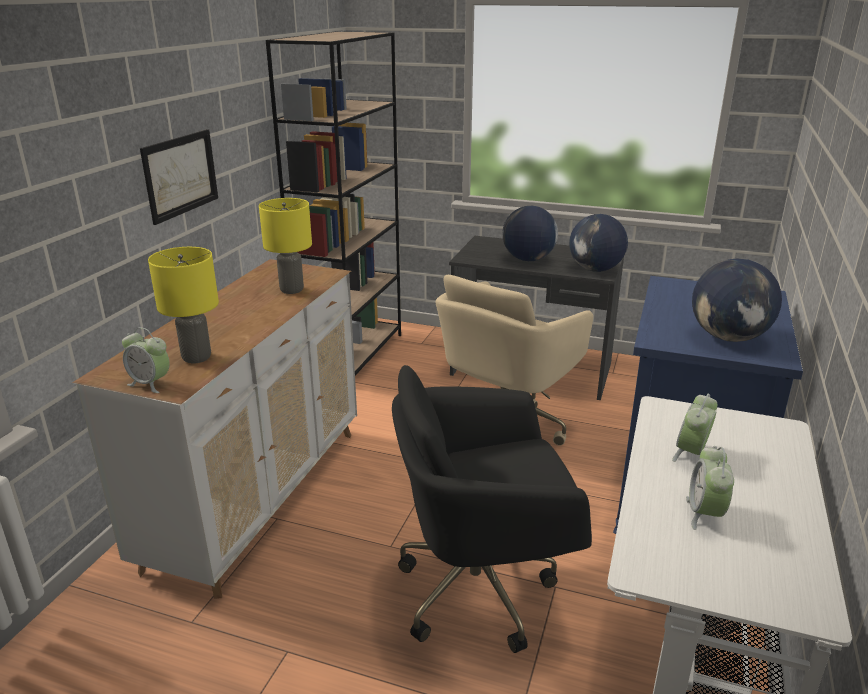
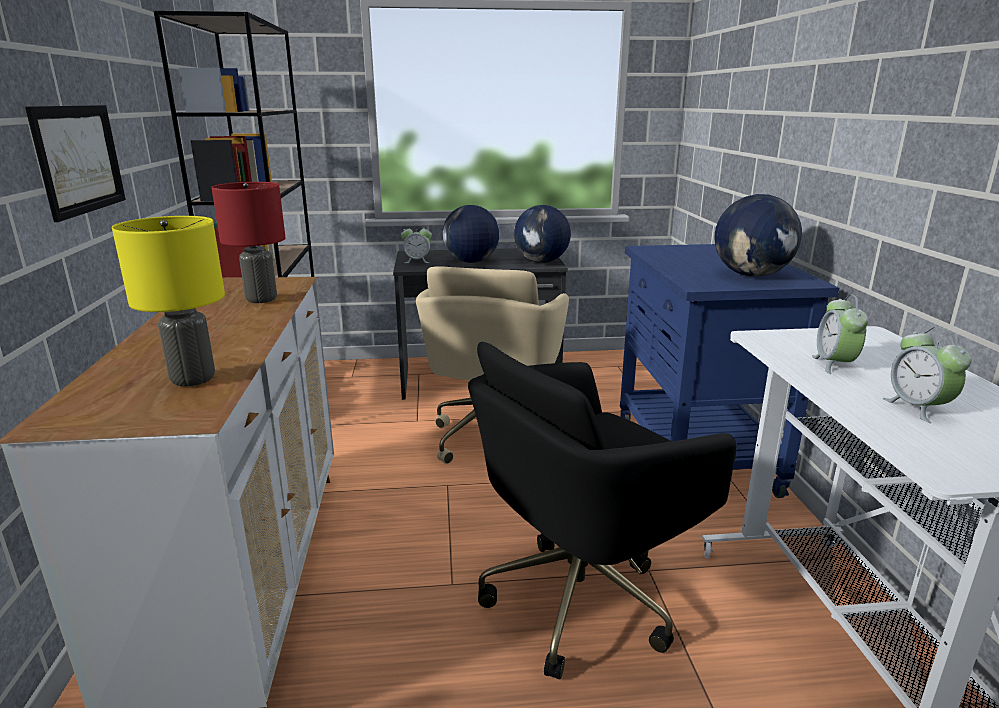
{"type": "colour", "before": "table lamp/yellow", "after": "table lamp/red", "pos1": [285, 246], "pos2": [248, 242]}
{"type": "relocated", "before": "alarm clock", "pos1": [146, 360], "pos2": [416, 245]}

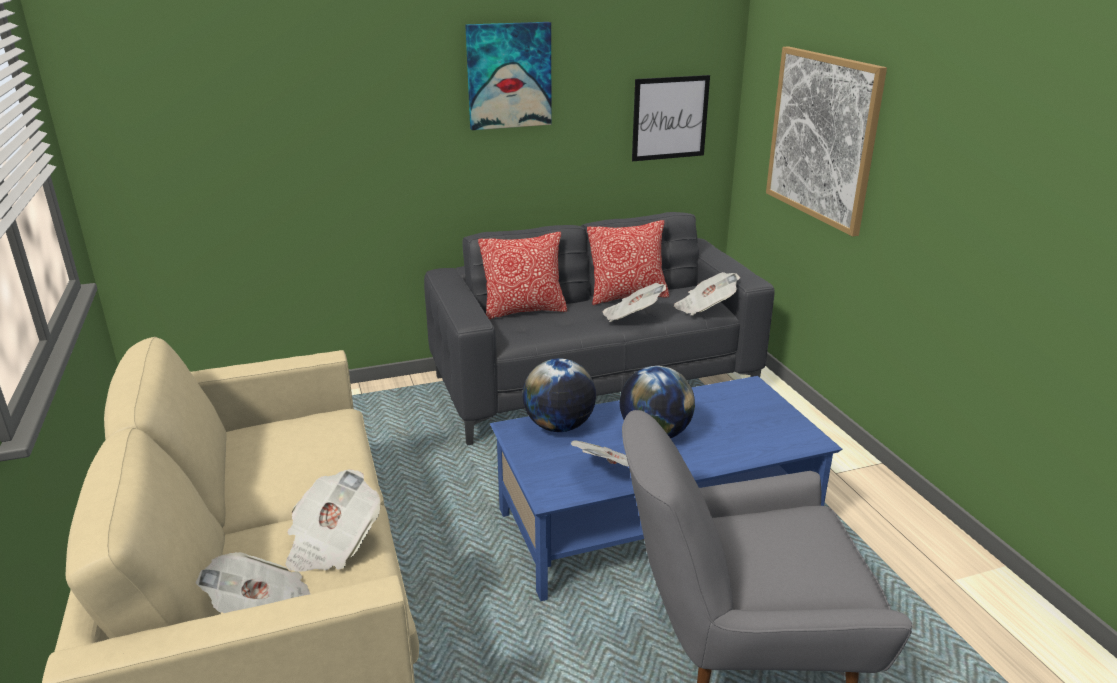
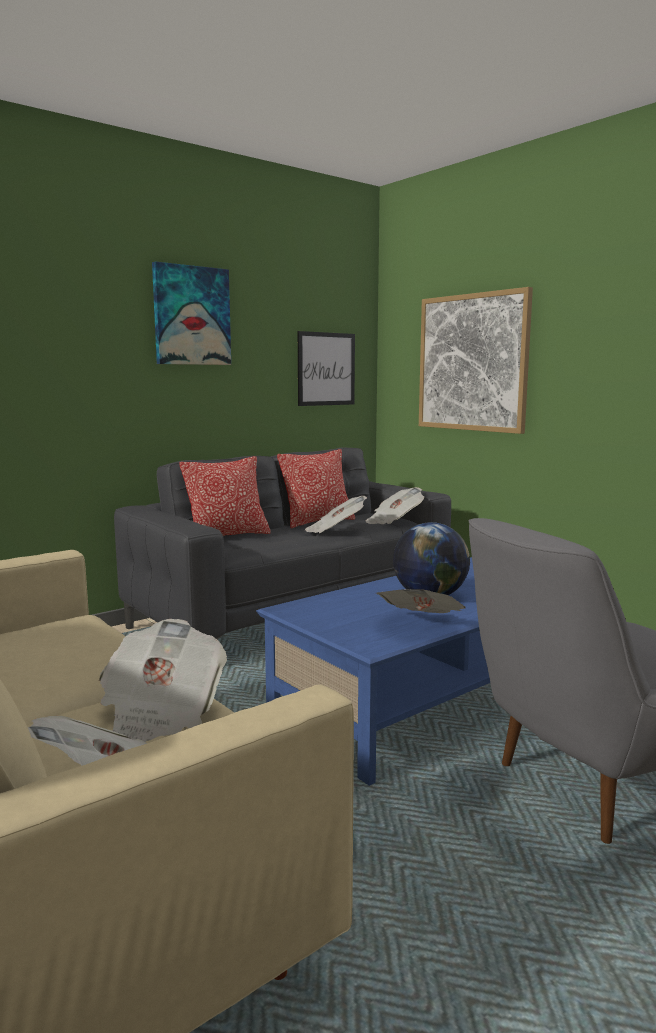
{"type": "missing", "before": "globe", "pos1": [559, 395]}

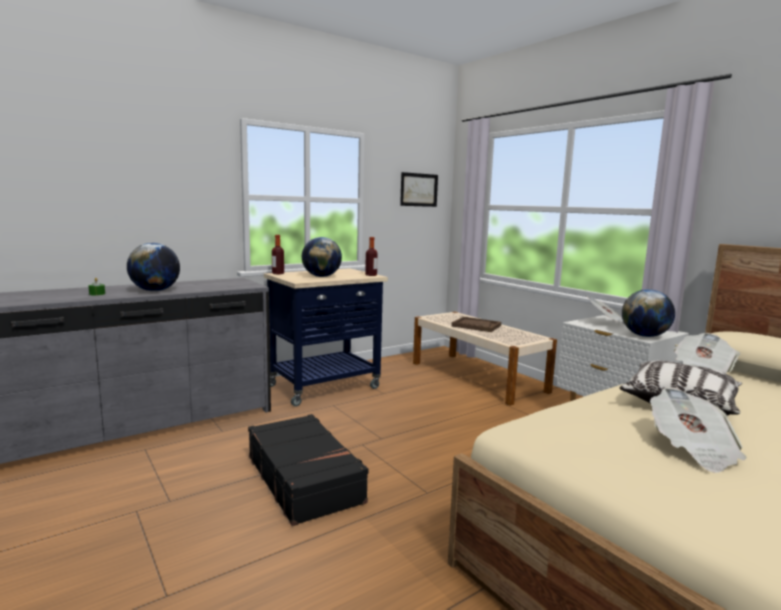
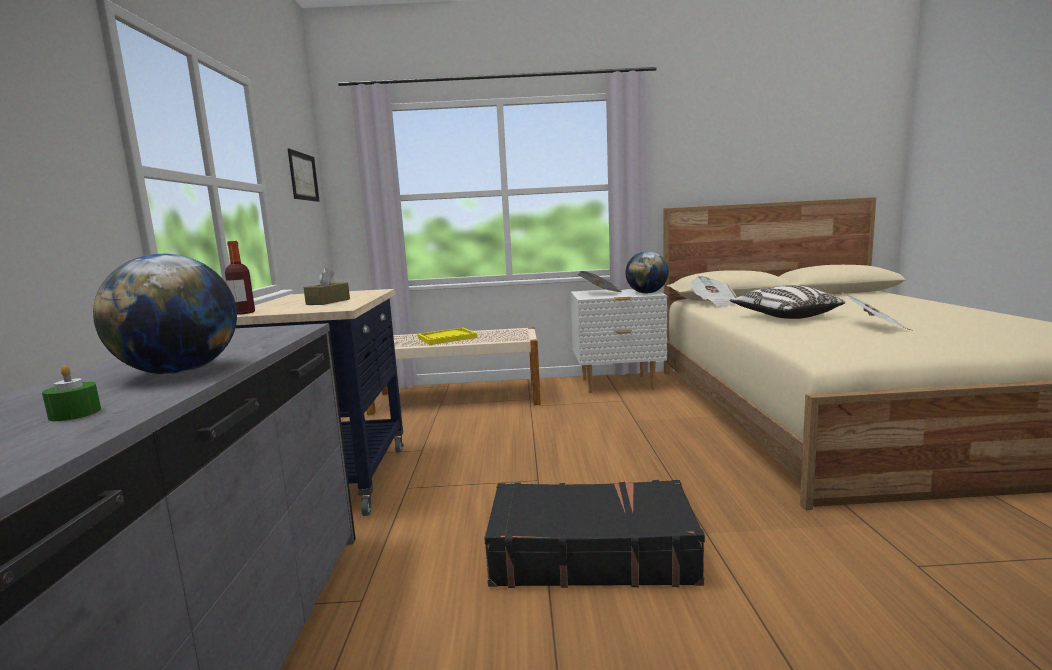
{"type": "exchanged", "before": "globe", "after": "tissue box/brown", "pos1": [322, 257], "pos2": [327, 286]}
{"type": "missing", "before": "bottle", "pos1": [371, 256]}
{"type": "colour", "before": "tray/brown", "after": "tray/yellow", "pos1": [476, 324], "pos2": [447, 336]}

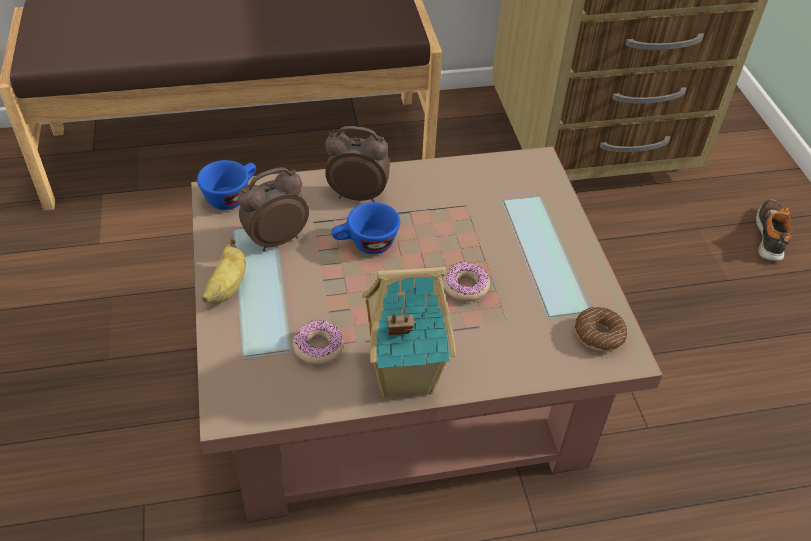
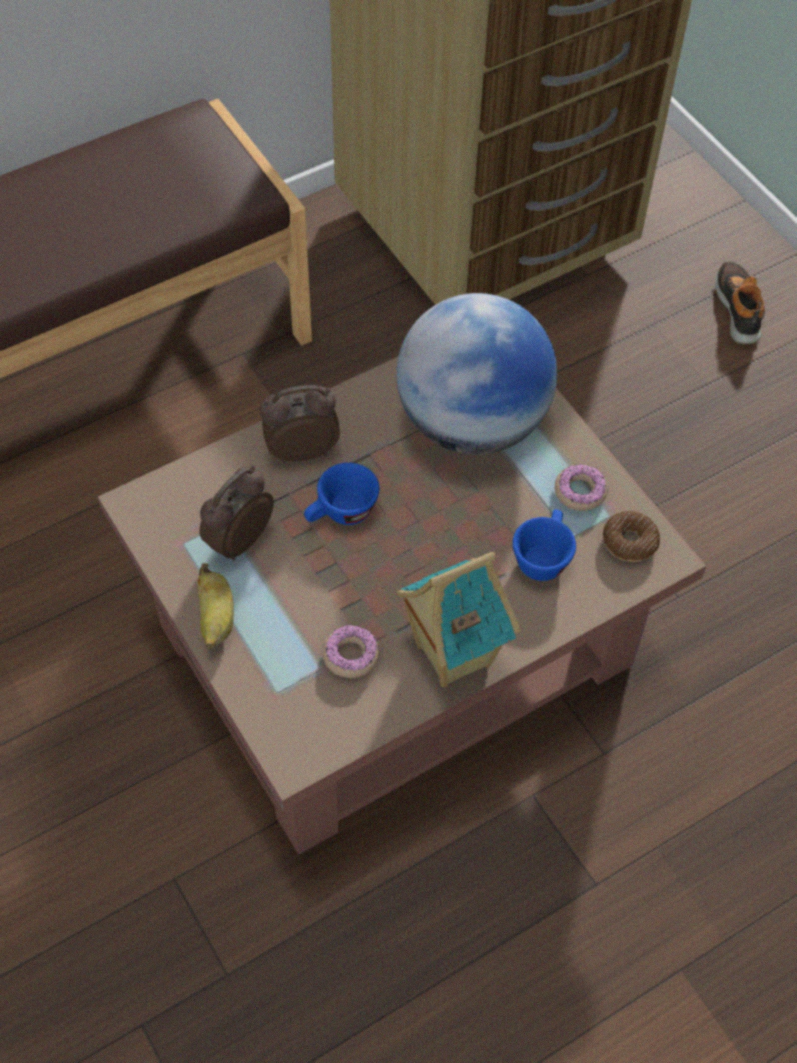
{"type": "relocated", "before": "cup/blue", "pos1": [226, 185], "pos2": [544, 545]}
{"type": "relocated", "before": "donut", "pos1": [466, 282], "pos2": [581, 487]}
{"type": "appeared", "after": "globe", "pos2": [476, 374]}

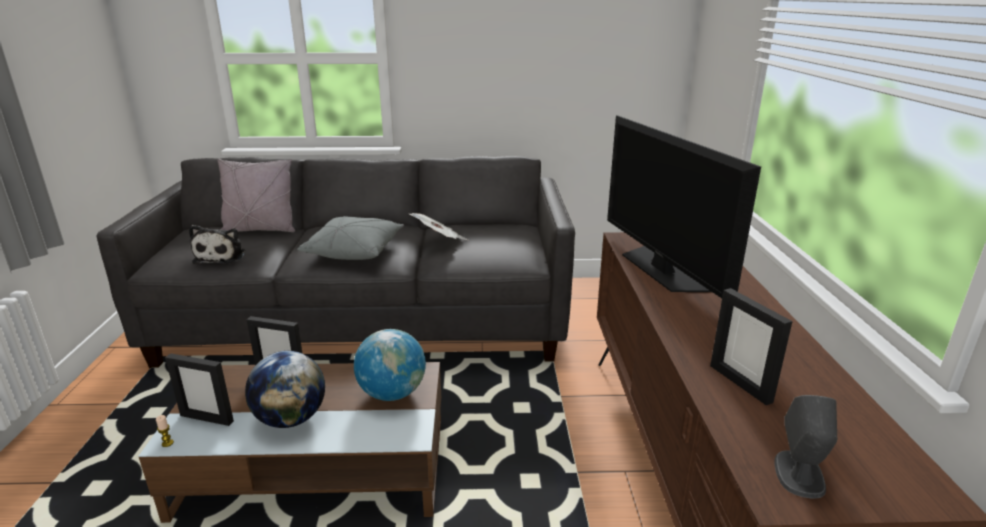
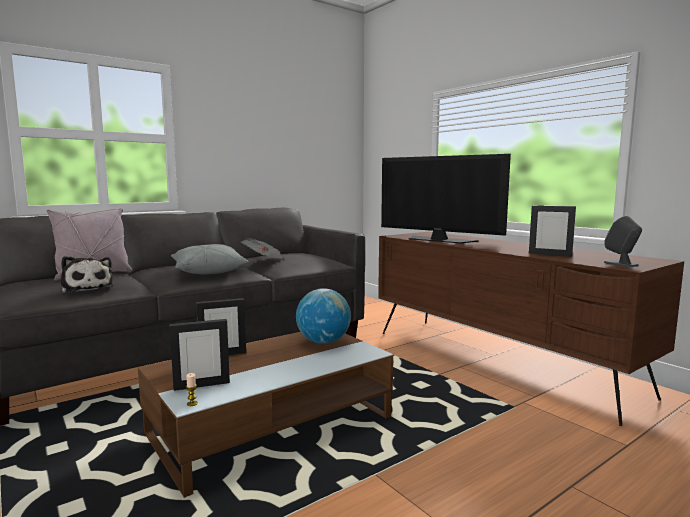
{"type": "missing", "before": "globe", "pos1": [285, 389]}

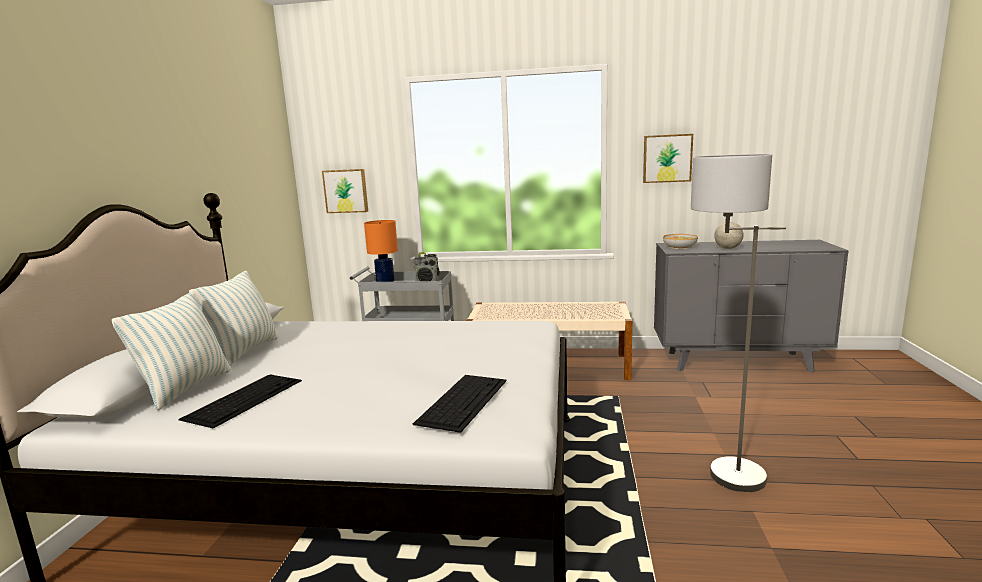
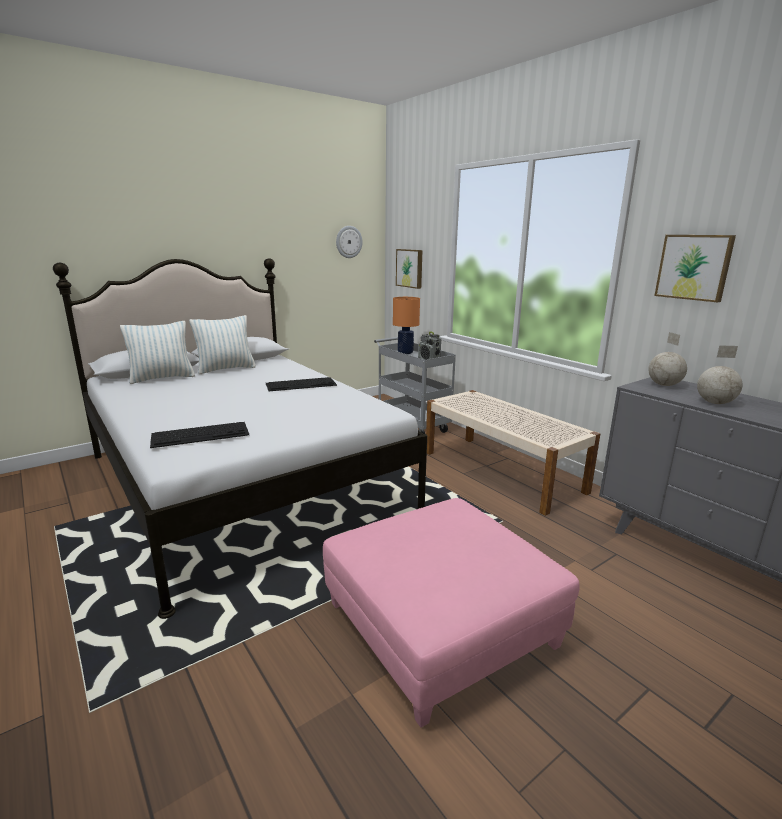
{"type": "exchanged", "before": "floor lamp/grey", "after": "ottoman/pink", "pos1": [738, 323], "pos2": [451, 613]}
{"type": "exchanged", "before": "bowl", "after": "globe", "pos1": [680, 241], "pos2": [667, 359]}
{"type": "relocated", "before": "keyboard", "pos1": [240, 401], "pos2": [301, 384]}
{"type": "appeared", "after": "wall clock", "pos2": [349, 242]}

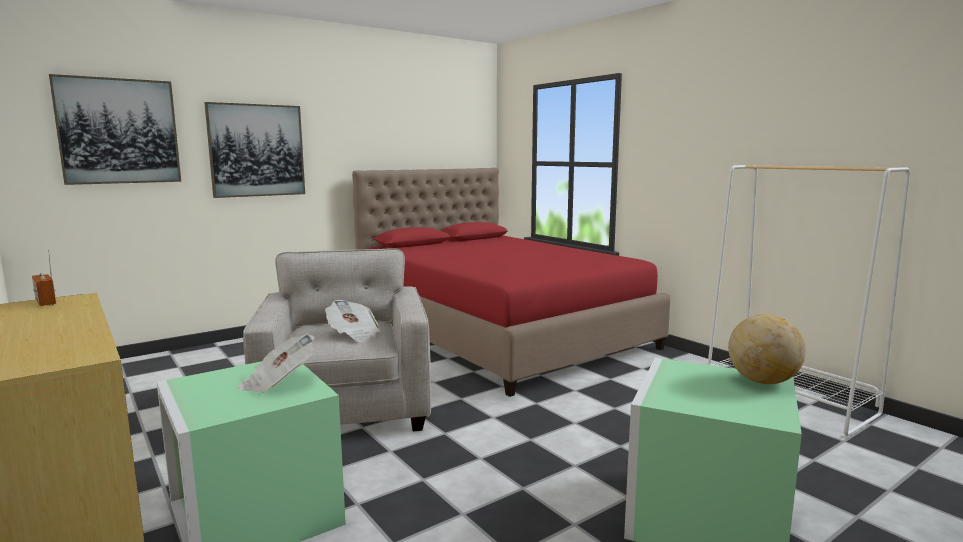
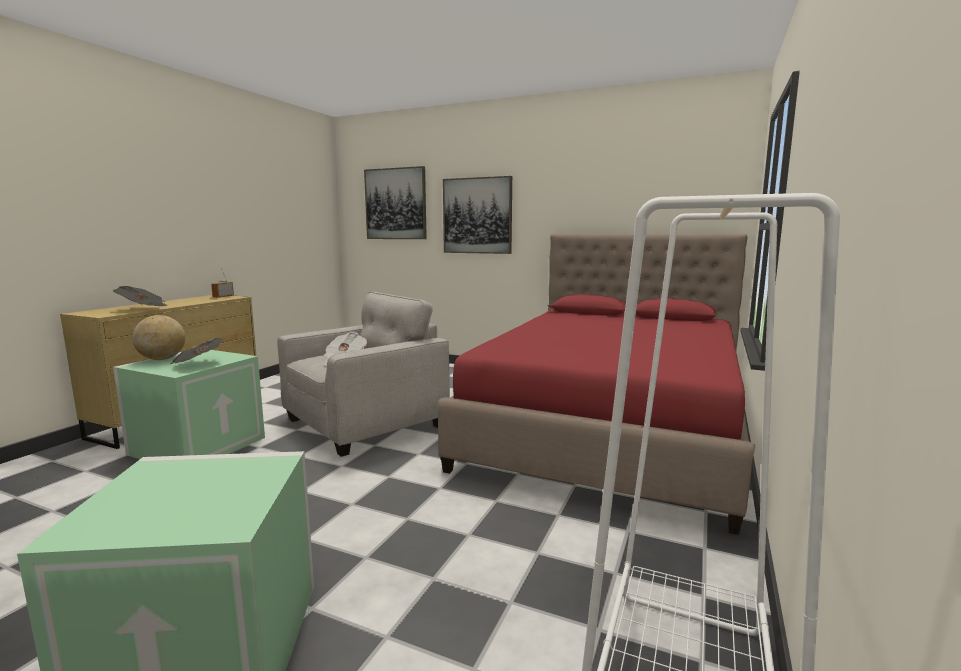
{"type": "relocated", "before": "globe", "pos1": [767, 349], "pos2": [158, 337]}
{"type": "appeared", "after": "newspaper", "pos2": [140, 296]}

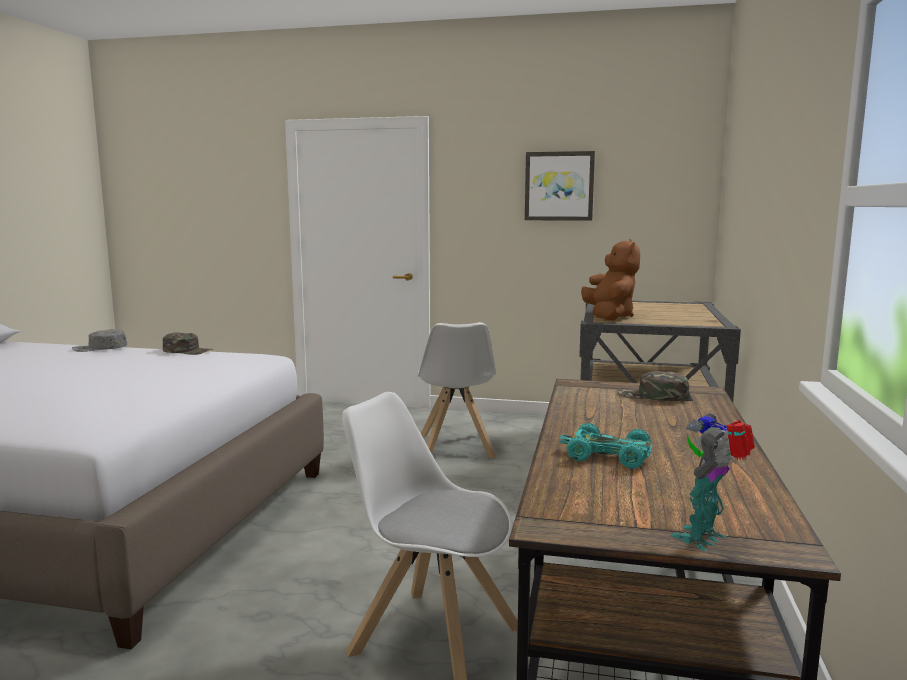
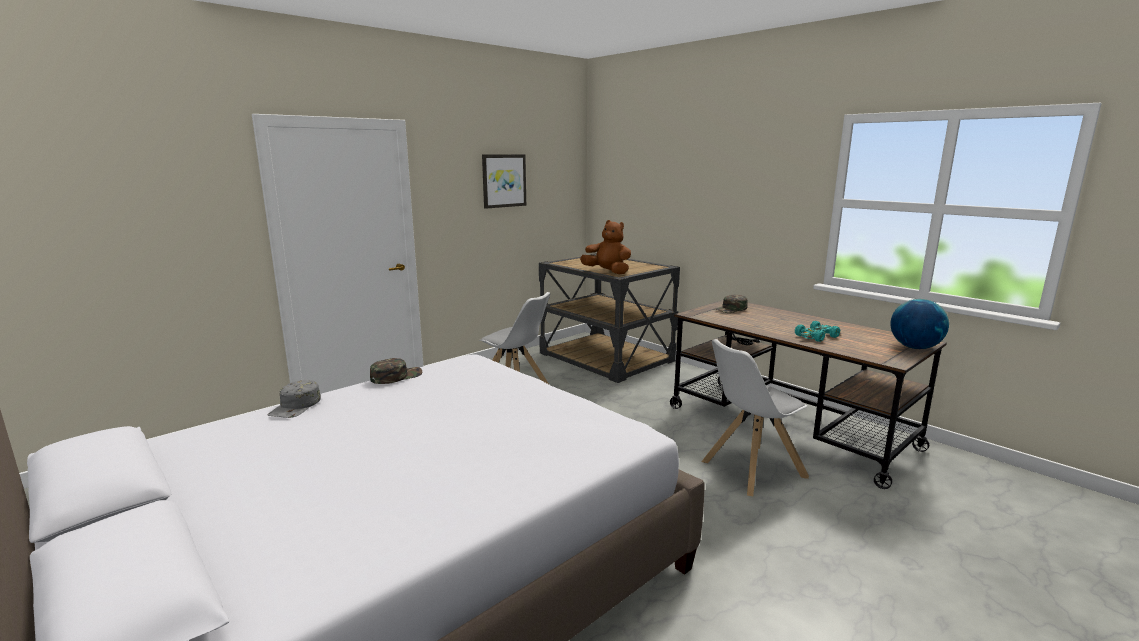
{"type": "exchanged", "before": "toy robot", "after": "globe", "pos1": [713, 482], "pos2": [919, 324]}

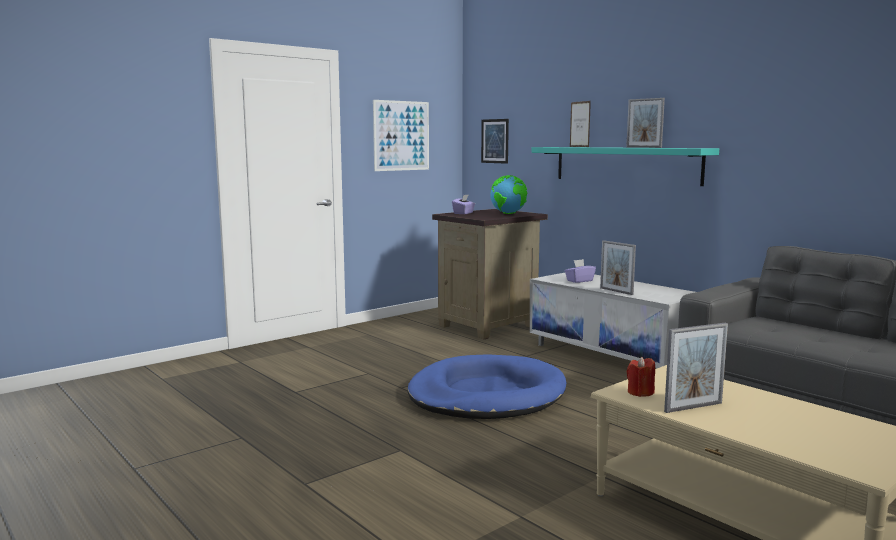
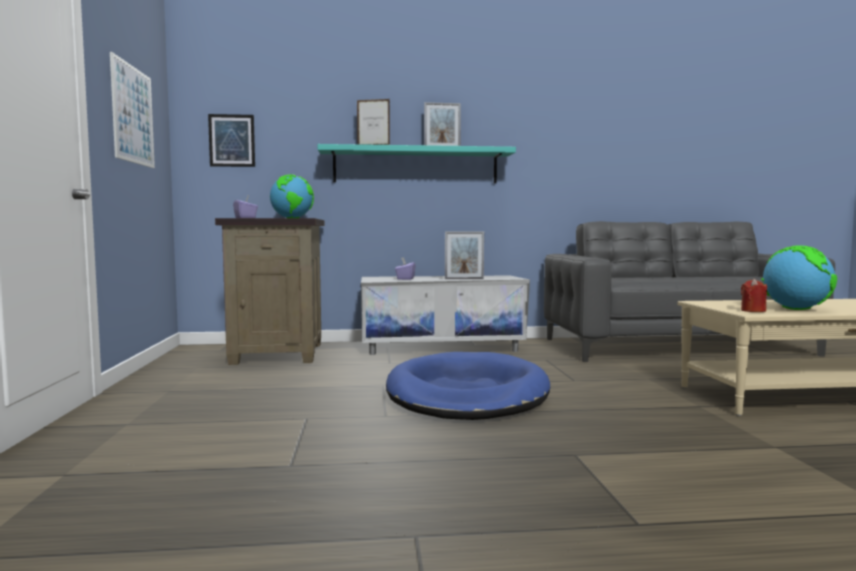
{"type": "exchanged", "before": "picture frame", "after": "globe", "pos1": [696, 368], "pos2": [799, 277]}

